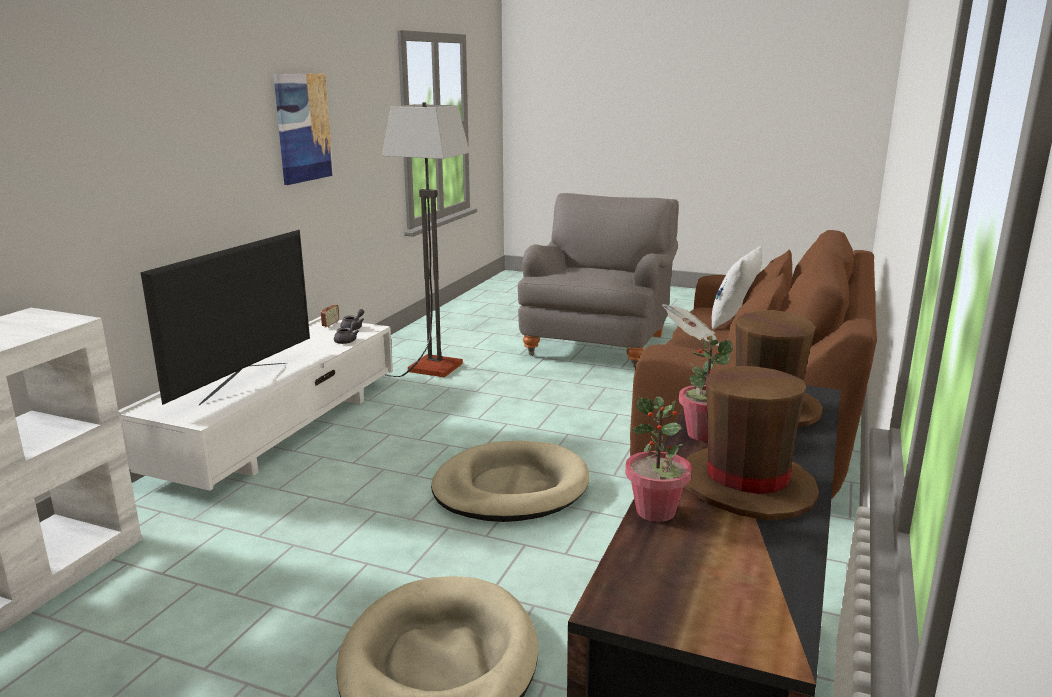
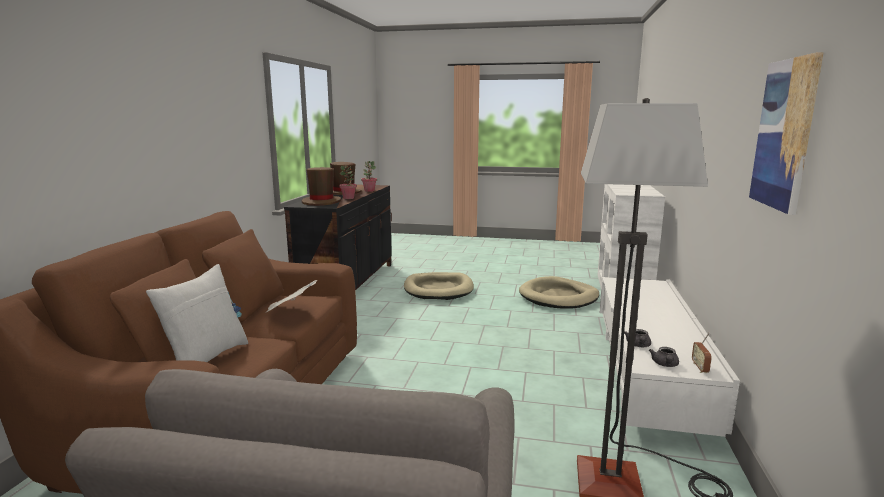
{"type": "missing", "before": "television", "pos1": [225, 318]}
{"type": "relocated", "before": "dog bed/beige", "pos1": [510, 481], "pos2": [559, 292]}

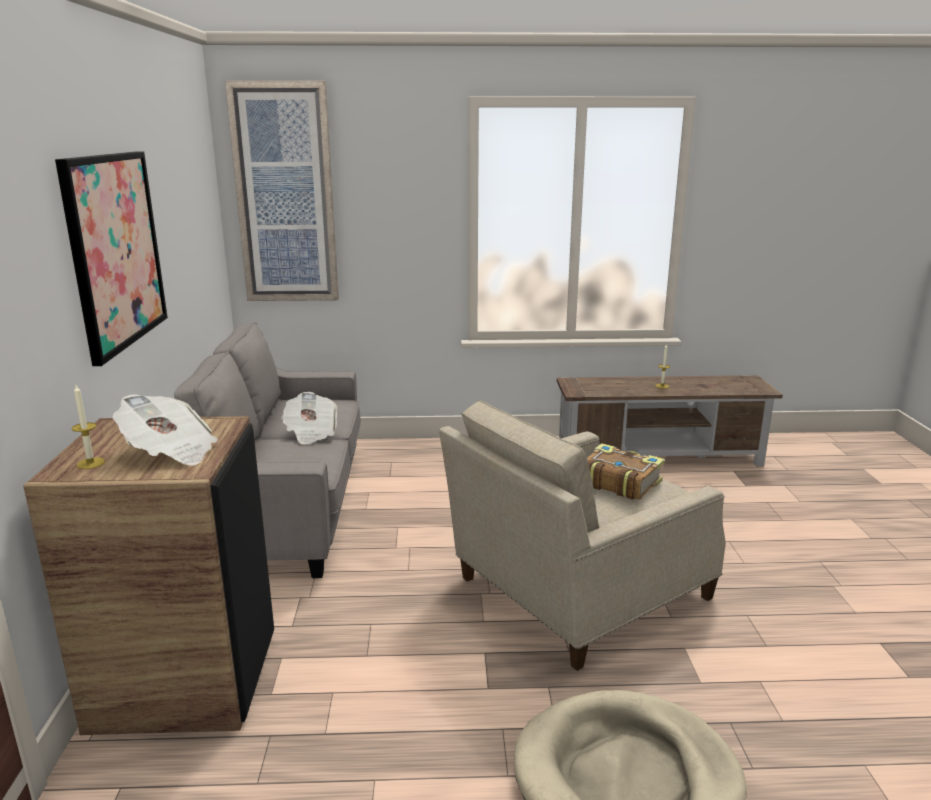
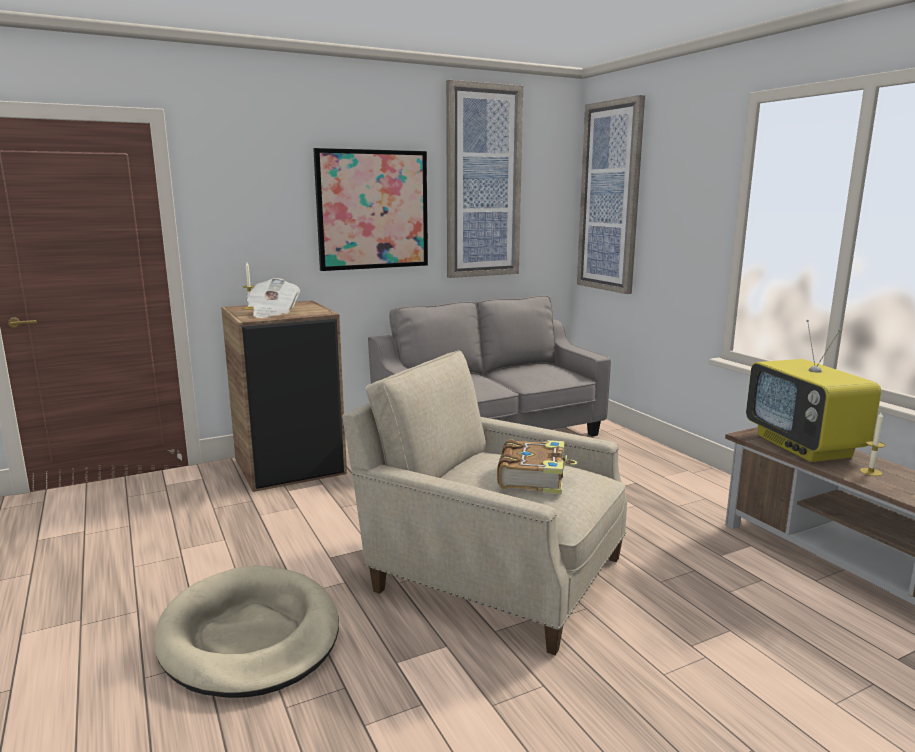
{"type": "missing", "before": "newspaper", "pos1": [309, 418]}
{"type": "appeared", "after": "picture", "pos2": [484, 179]}
{"type": "appeared", "after": "television", "pos2": [813, 391]}

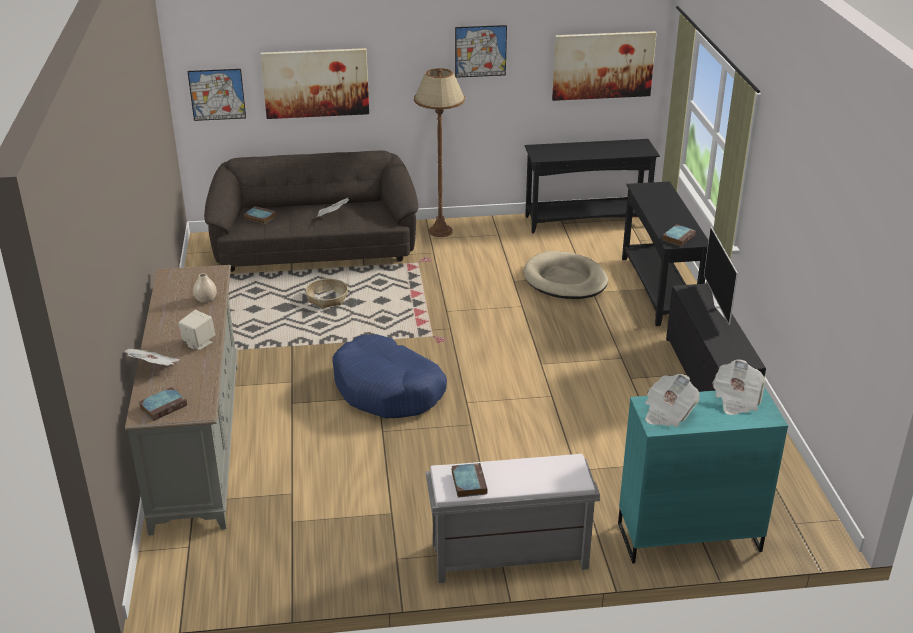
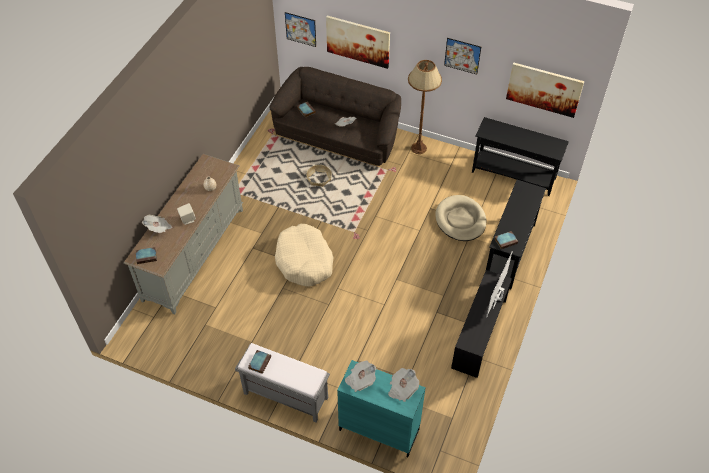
{"type": "colour", "before": "dog bed/blue", "after": "dog bed/beige", "pos1": [389, 376], "pos2": [304, 255]}

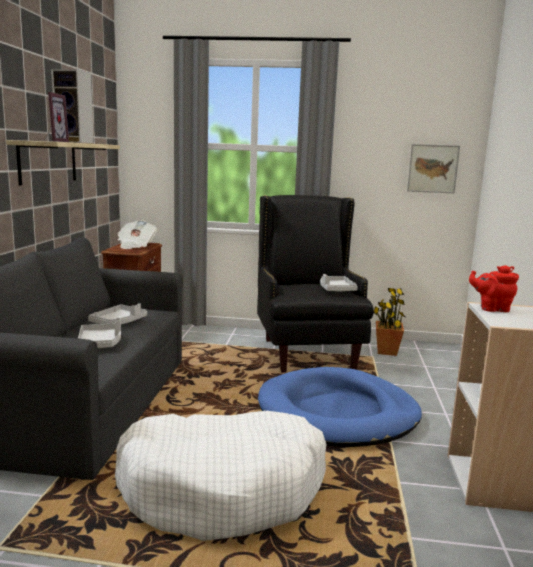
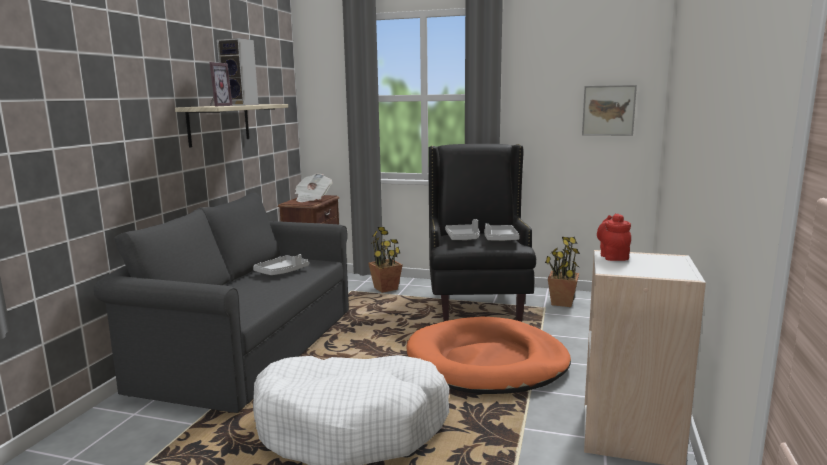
{"type": "spun", "before": "teapot/red", "pos1": [494, 288], "pos2": [614, 237], "turn": 75}
{"type": "relocated", "before": "tray/grey", "pos1": [99, 332], "pos2": [462, 229]}
{"type": "colour", "before": "dog bed/blue", "after": "dog bed/orange", "pos1": [340, 407], "pos2": [488, 355]}
{"type": "appeared", "after": "potted plant", "pos2": [385, 260]}

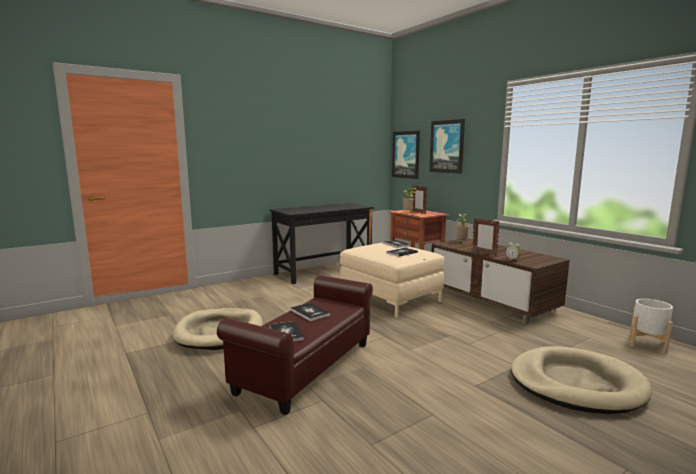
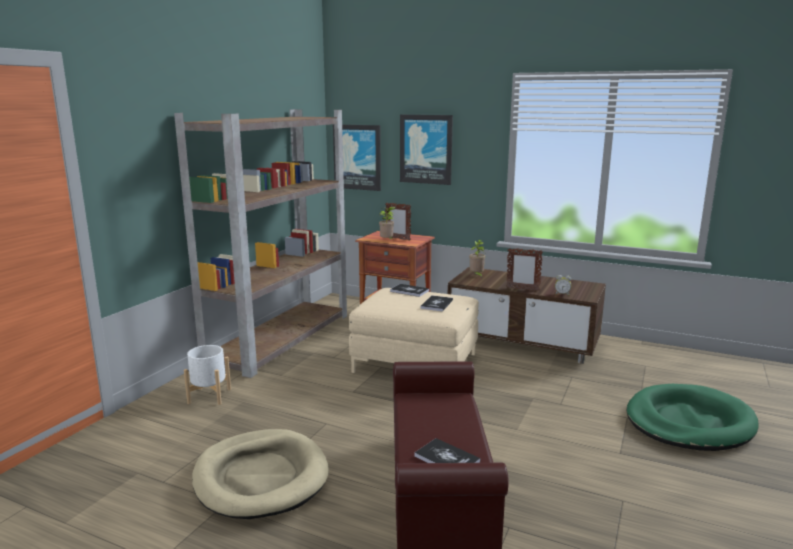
{"type": "exchanged", "before": "desk/black", "after": "bookcase/brown", "pos1": [321, 243], "pos2": [260, 243]}
{"type": "relocated", "before": "planter/white", "pos1": [651, 326], "pos2": [207, 375]}
{"type": "missing", "before": "book", "pos1": [310, 312]}
{"type": "colour", "before": "dog bed/beige", "after": "dog bed/green", "pos1": [581, 380], "pos2": [693, 417]}

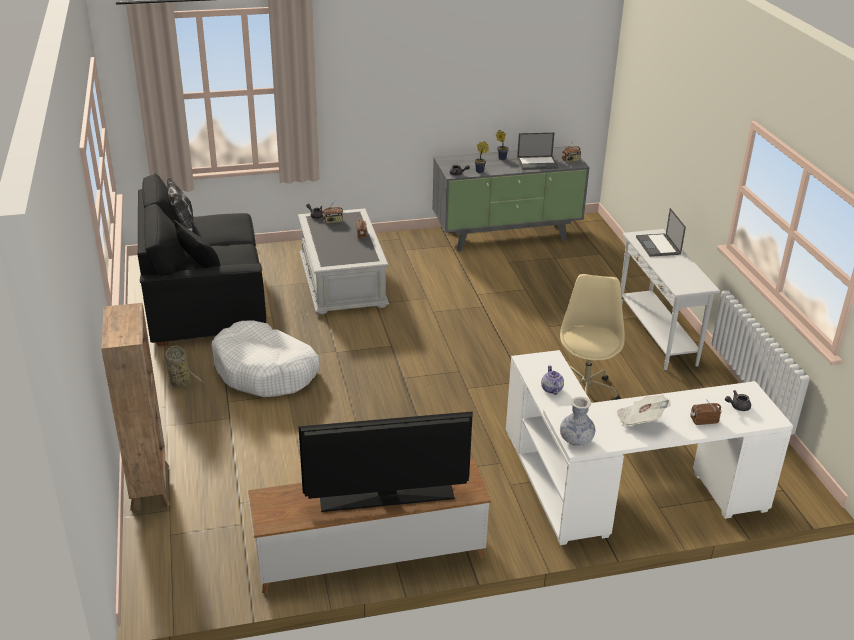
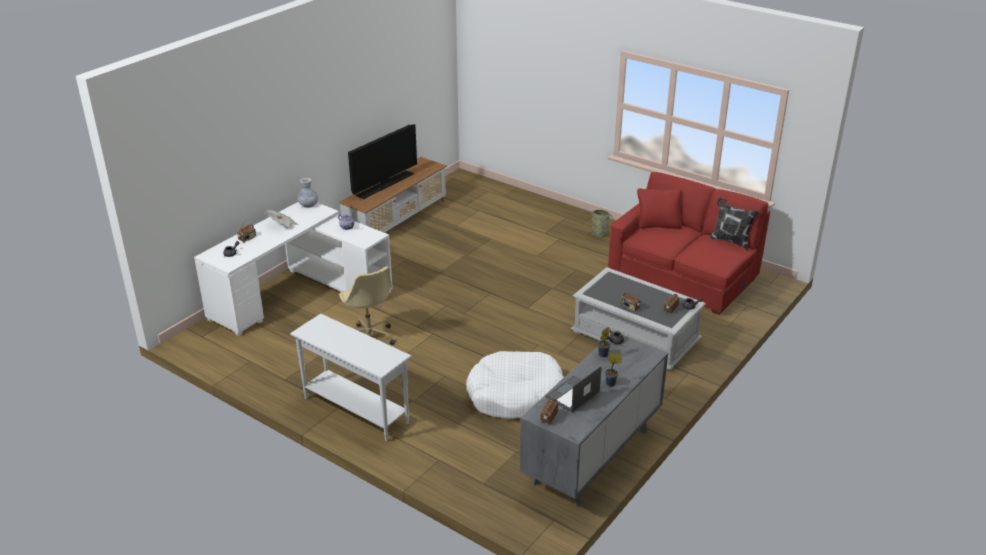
{"type": "colour", "before": "sofa/black", "after": "sofa/red", "pos1": [202, 259], "pos2": [689, 243]}
{"type": "missing", "before": "laptop", "pos1": [661, 232]}
{"type": "missing", "before": "bookcase/brown", "pos1": [136, 407]}
{"type": "relocated", "before": "dog bed/white", "pos1": [266, 358], "pos2": [515, 385]}

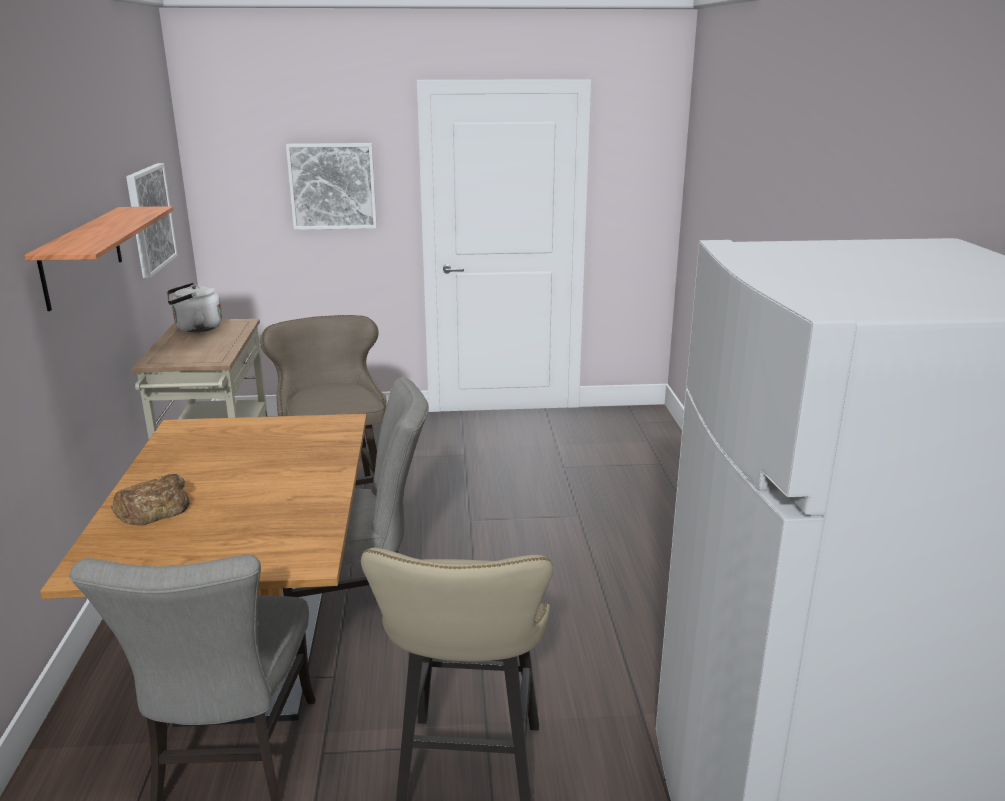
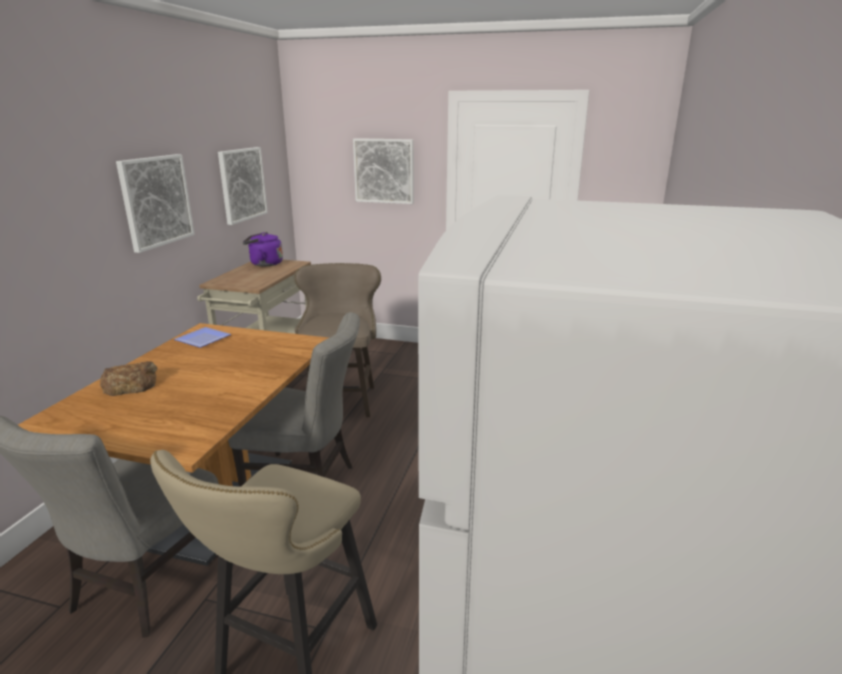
{"type": "exchanged", "before": "shelf", "after": "picture", "pos1": [98, 258], "pos2": [155, 203]}
{"type": "colour", "before": "kettle/white", "after": "kettle/purple", "pos1": [194, 307], "pos2": [263, 249]}
{"type": "appeared", "after": "plate", "pos2": [202, 337]}

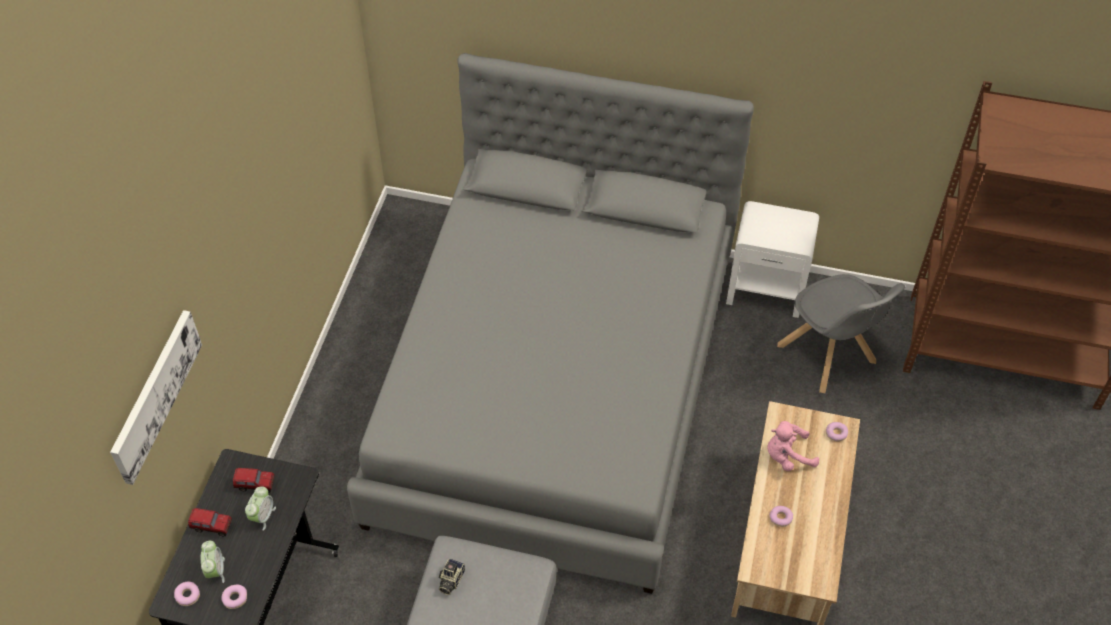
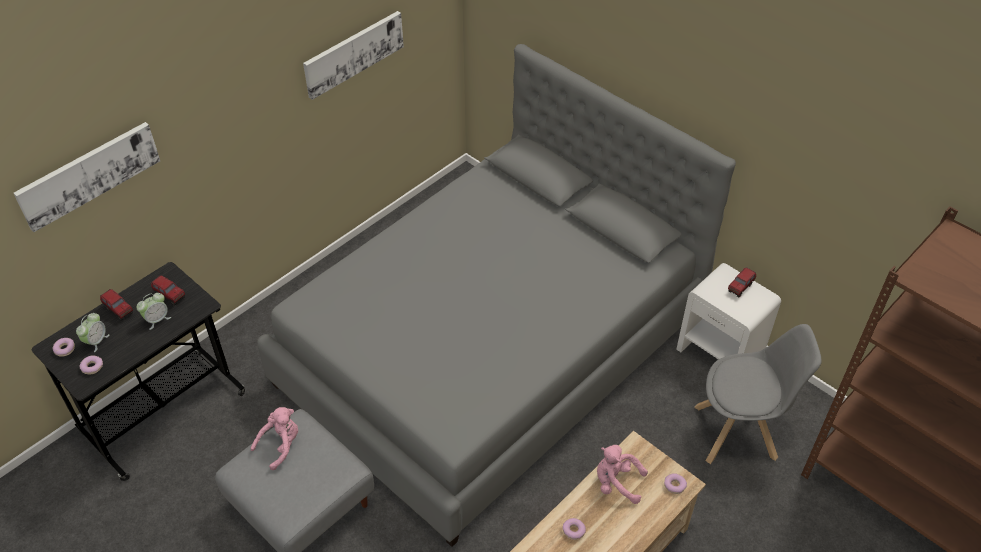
{"type": "spun", "before": "chair/grey", "pos1": [841, 333], "pos2": [758, 394], "turn": -90}
{"type": "exchanged", "before": "photo camera", "after": "plush toy/pink", "pos1": [452, 577], "pos2": [274, 438]}
{"type": "appeared", "after": "picture", "pos2": [353, 55]}
{"type": "appeared", "after": "toy truck", "pos2": [742, 282]}

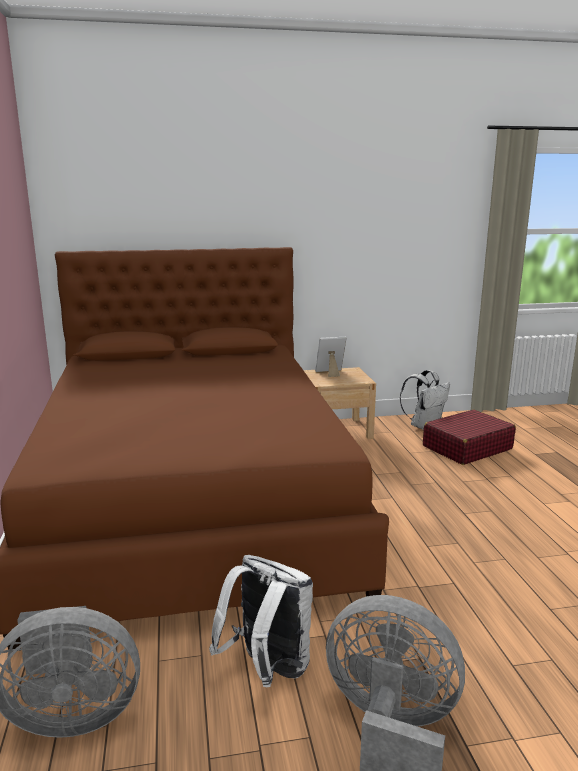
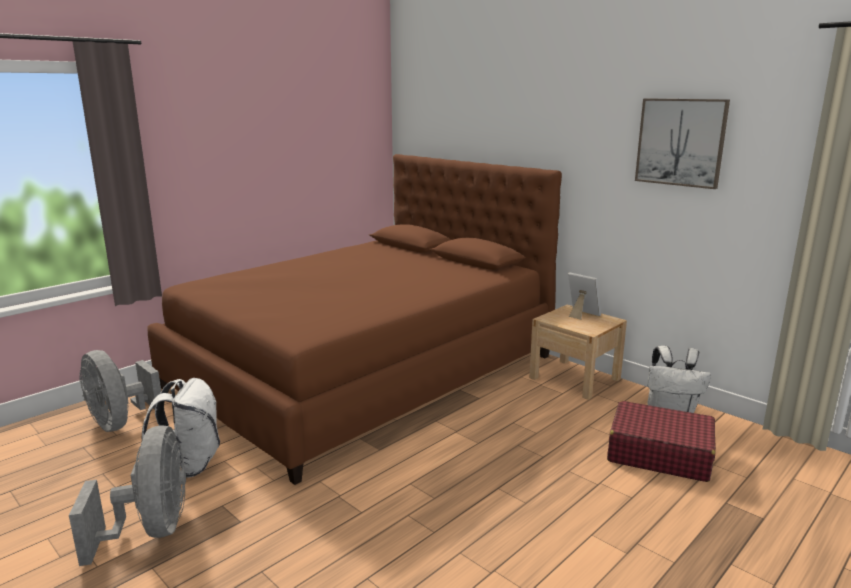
{"type": "appeared", "after": "picture", "pos2": [682, 143]}

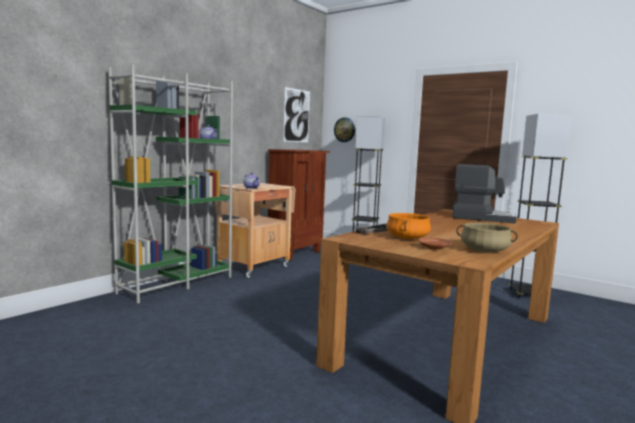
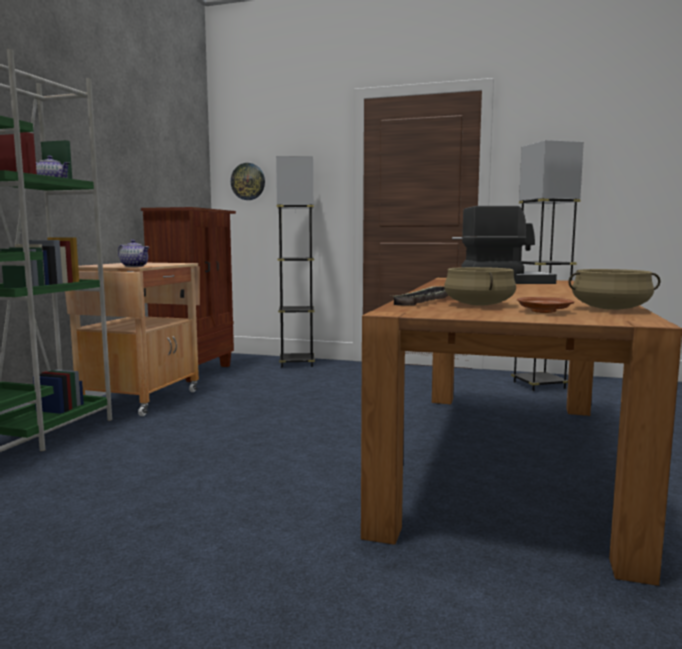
{"type": "missing", "before": "picture", "pos1": [296, 114]}
{"type": "colour", "before": "cooking pot/orange", "after": "cooking pot/beige", "pos1": [408, 226], "pos2": [480, 286]}

